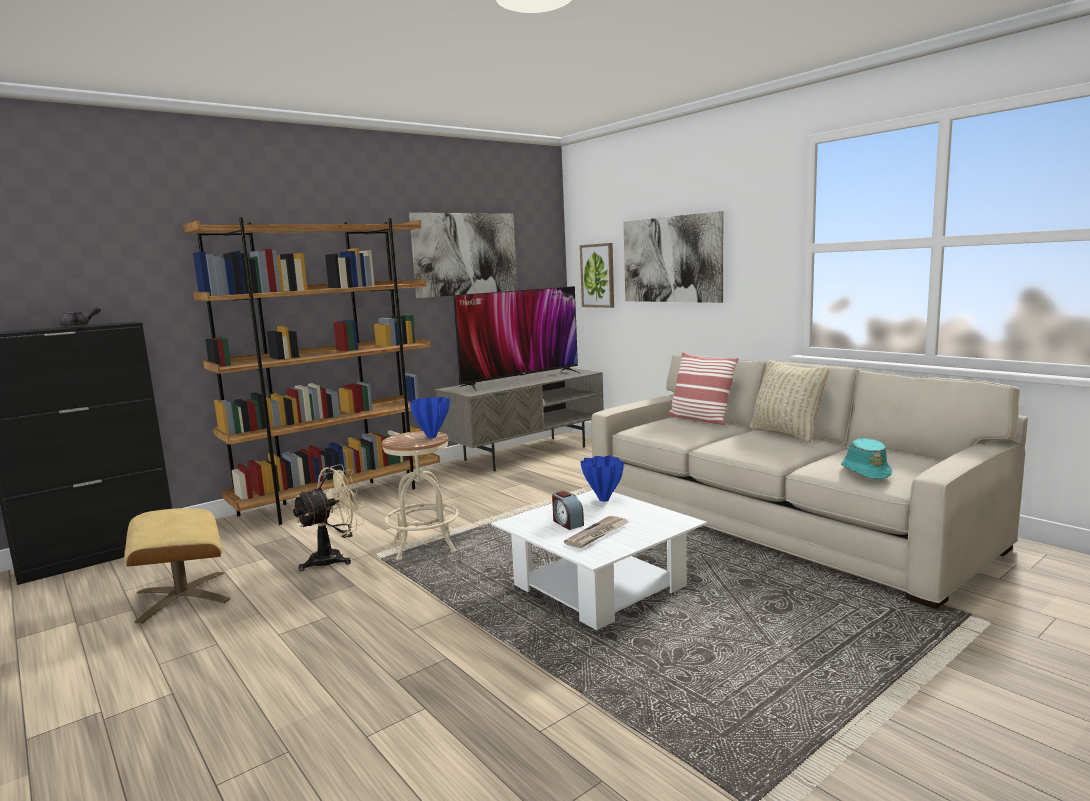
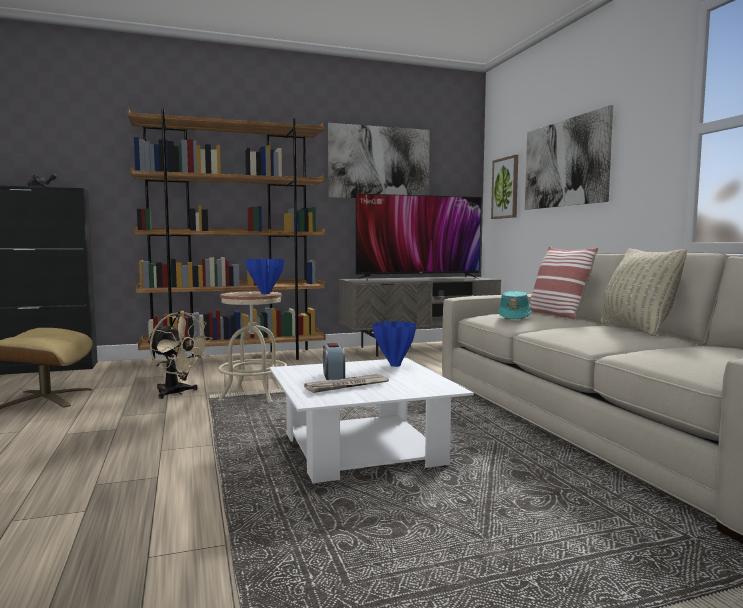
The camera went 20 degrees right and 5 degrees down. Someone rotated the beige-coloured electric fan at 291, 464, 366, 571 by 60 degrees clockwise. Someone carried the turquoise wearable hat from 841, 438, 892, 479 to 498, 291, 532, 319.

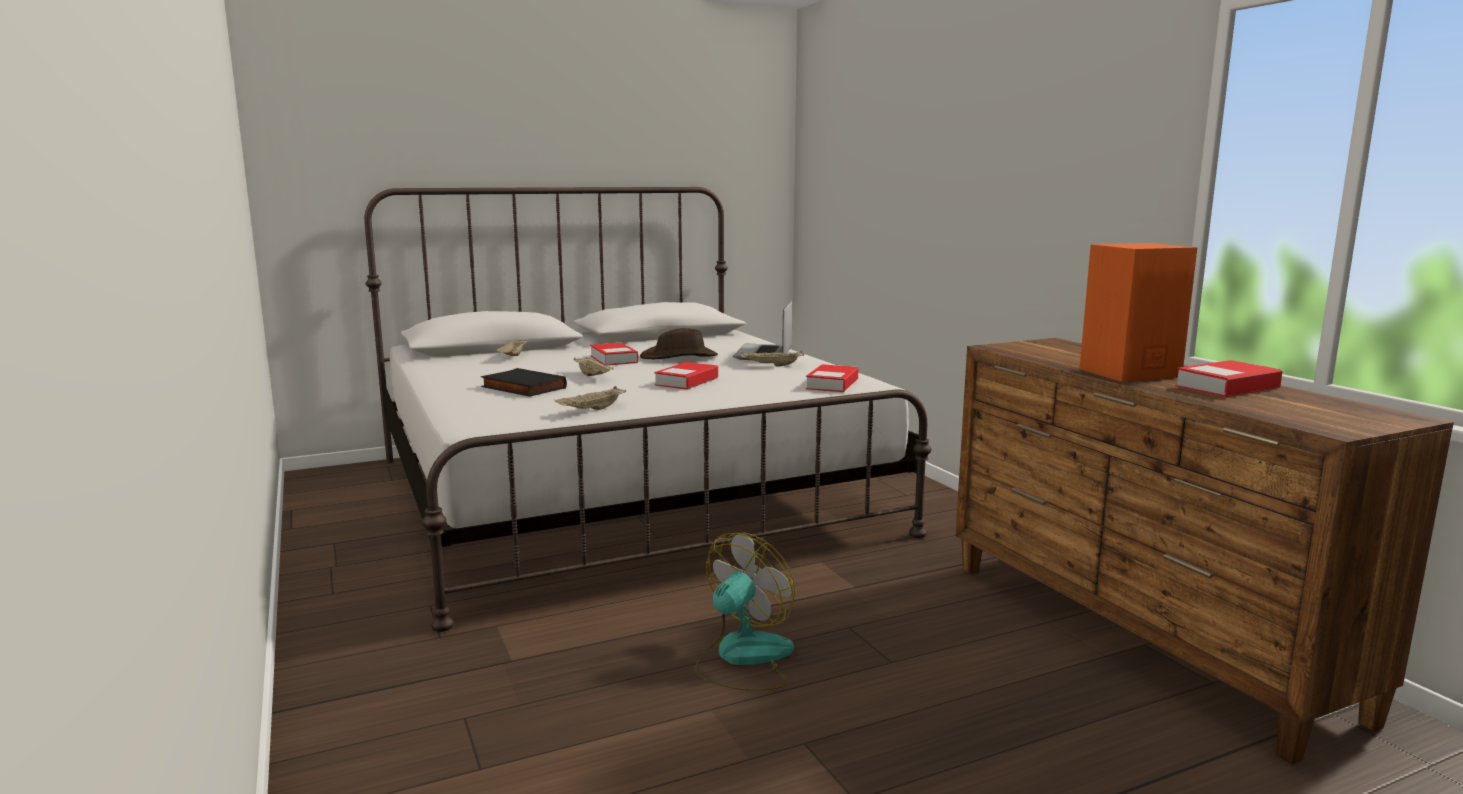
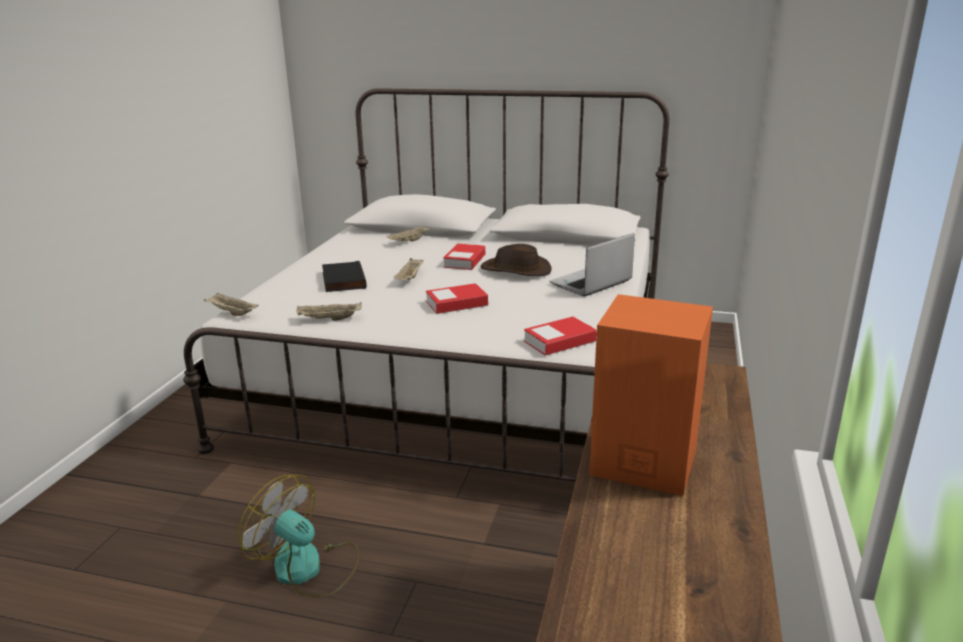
The camera went 40 degrees right and 10 degrees up. Someone carried the beige-coloured carrying tray from 741, 351, 804, 367 to 204, 293, 259, 316. Someone rotated the electric fan at 695, 533, 795, 690 by 135 degrees counterclockwise. Someone took away the volume at 1175, 360, 1283, 397.

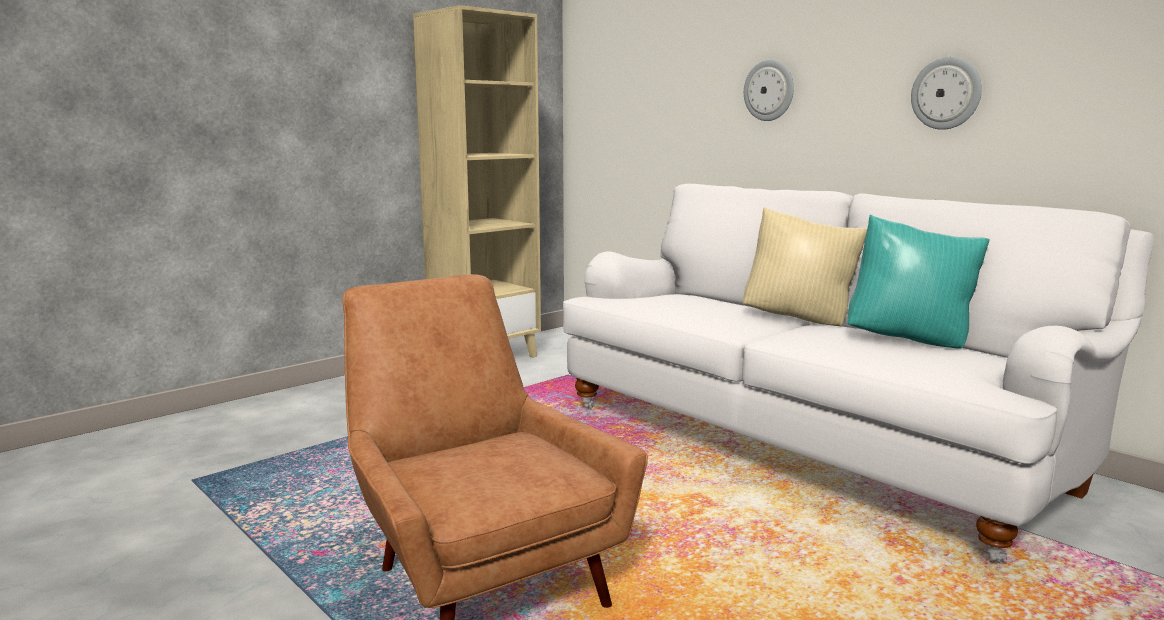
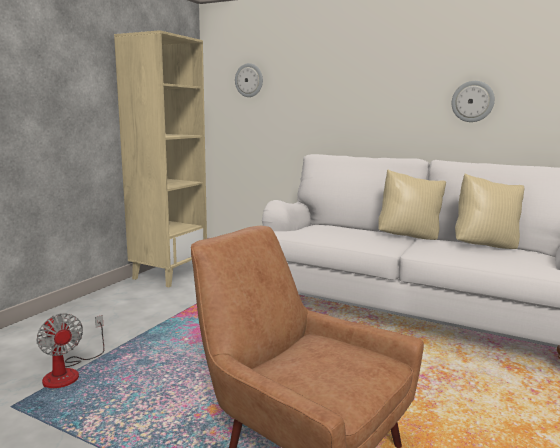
The camera went 20 degrees left and 0 degrees up. Someone put down the electric fan at 36, 314, 104, 388. Someone carried the hanging clock from 744, 60, 794, 121 to 235, 63, 263, 97. Someone repainted the turquoise pillow at 848, 215, 990, 349, which became the beige-coloured pillow at 455, 174, 524, 249.

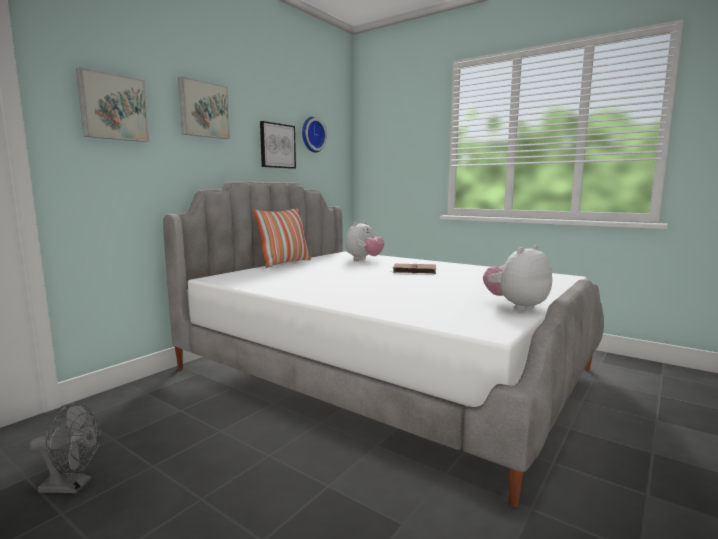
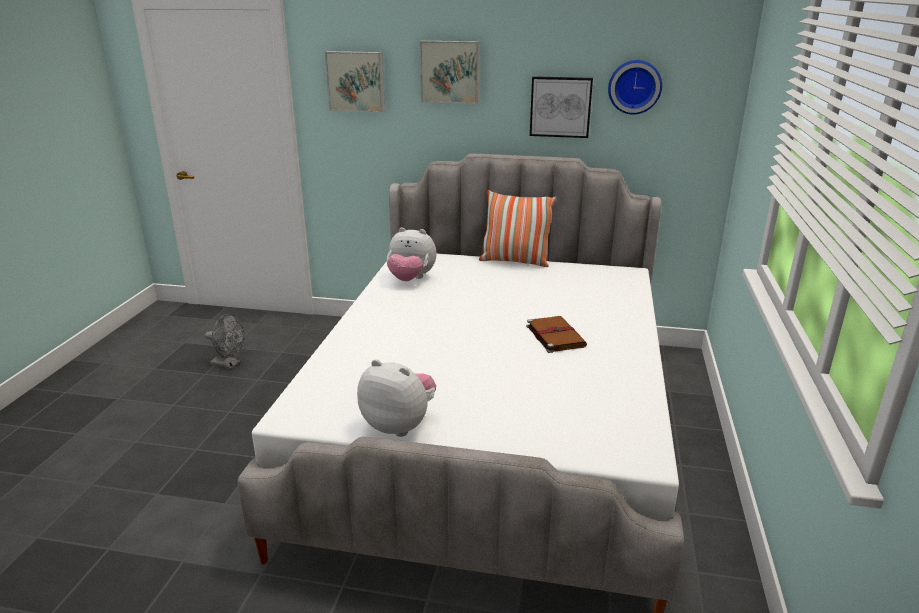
The camera went 65 degrees right and 15 degrees up. Someone rotated the gray electric fan at 29, 403, 101, 493 by 45 degrees counterclockwise. Someone carried the soft toy from 345, 222, 385, 260 to 387, 227, 437, 281.

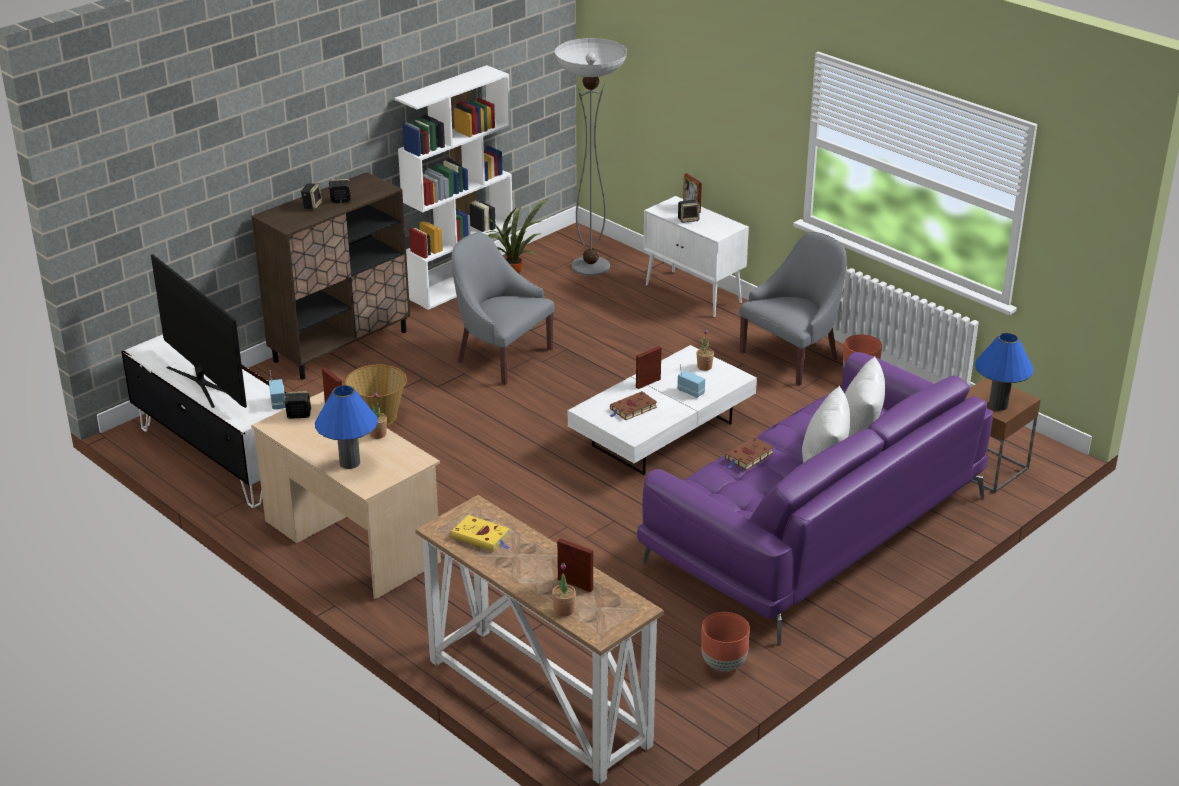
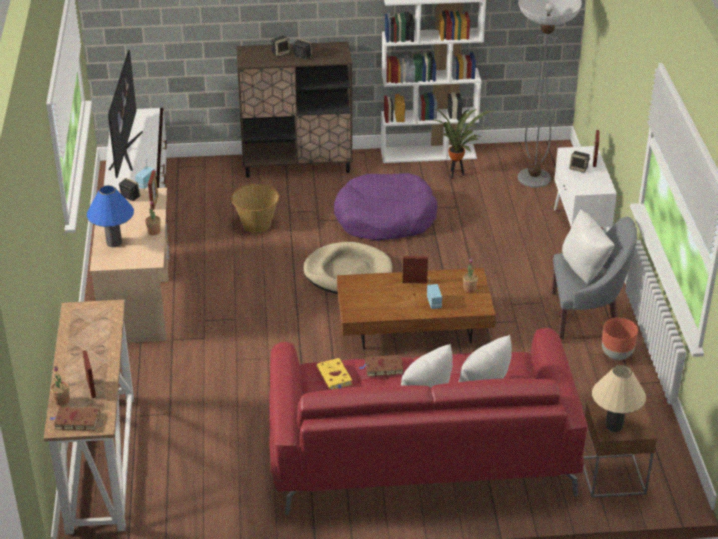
The camera went 40 degrees right and 5 degrees up. Someone carried the brown volume from 610, 391, 657, 420 to 50, 407, 100, 431. Someone repainted the purple sofa at 637, 352, 993, 645, which became the red sofa at 269, 328, 588, 515. Someone put down the beige-coloured dog cushion at 303, 242, 393, 294. Someone carried the yellow-coloured volume from 451, 515, 510, 551 to 317, 358, 352, 390. Someone swapped the gray armchair at 452, 232, 555, 385 for the purple dog cushion at 334, 173, 437, 241. Someone repainted the whitish coffee table at 568, 345, 757, 475, which became the brown coffee table at 337, 268, 496, 349. Someone put down the whitish pillow at 562, 209, 614, 284. Someone repainted the blue table lamp at 975, 333, 1034, 411, which became the beige-coloured table lamp at 592, 365, 646, 432. Someone took away the brown plant pot at 701, 612, 750, 671.

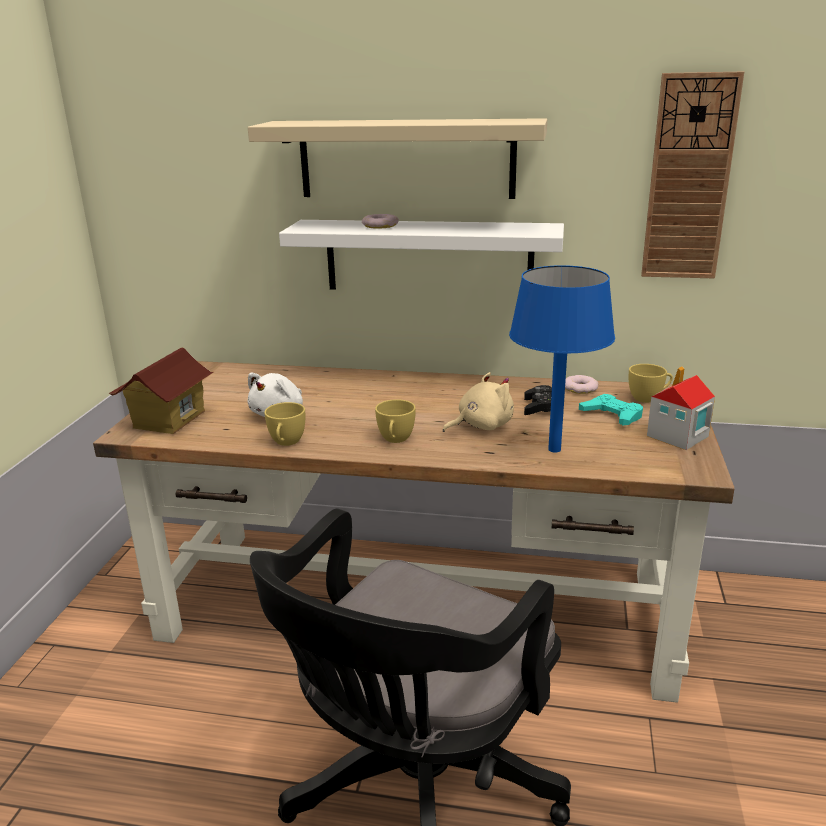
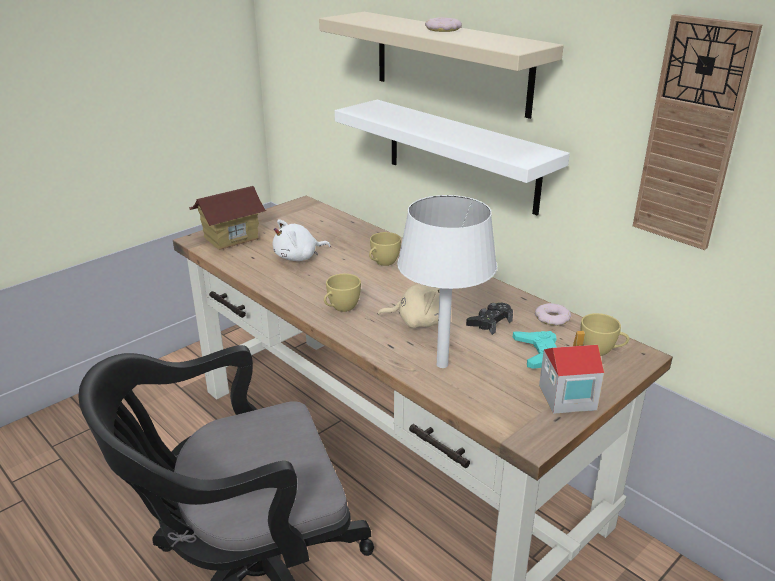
The camera went 35 degrees right and 5 degrees up. Someone carried the yellow-coloured drinking cup from 264, 402, 305, 446 to 369, 232, 401, 266. Someone repainted the blue table lamp at 509, 265, 615, 452, which became the whitish table lamp at 397, 195, 497, 368. Someone carried the ring doughnut from 362, 214, 399, 229 to 425, 17, 462, 32.

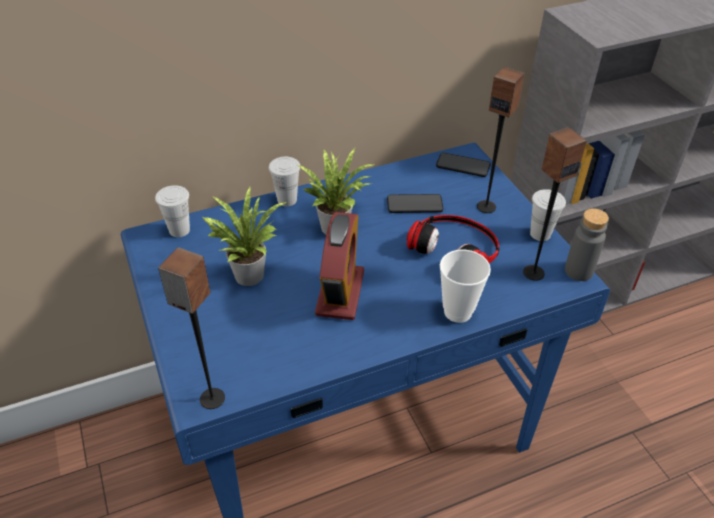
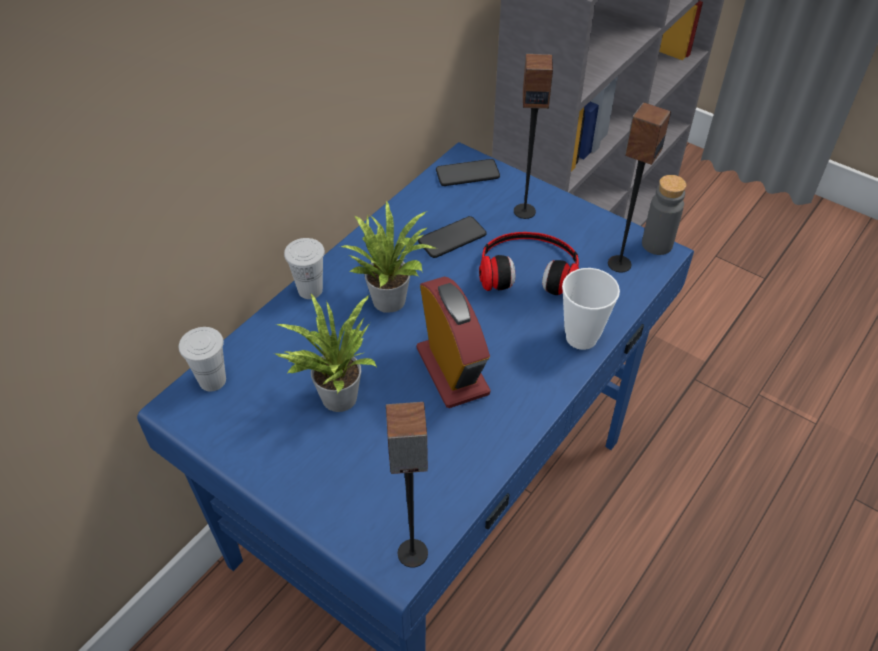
The camera went 30 degrees left and 5 degrees up. Someone took away the whitish drinking cup at 530, 189, 566, 241.

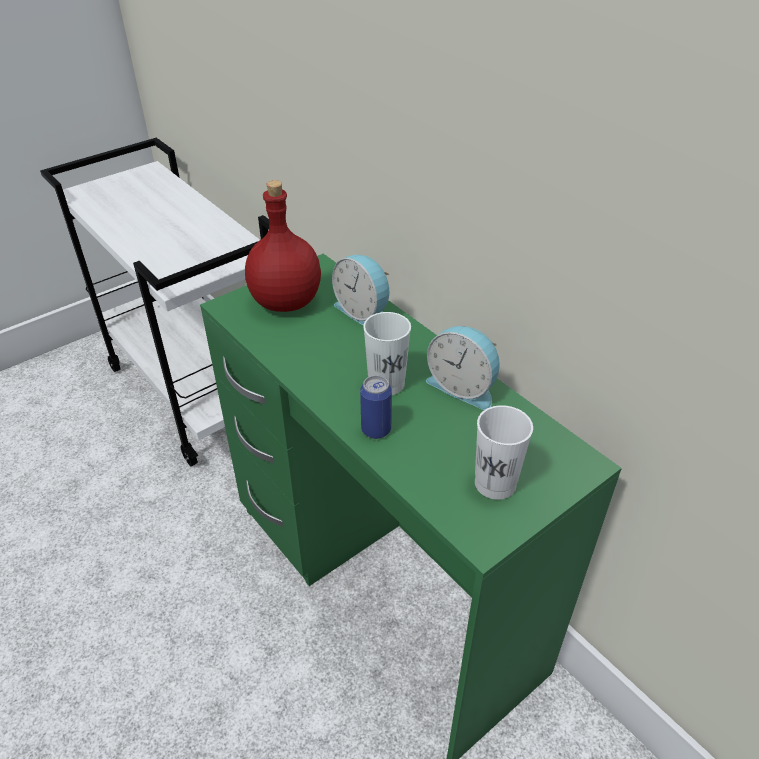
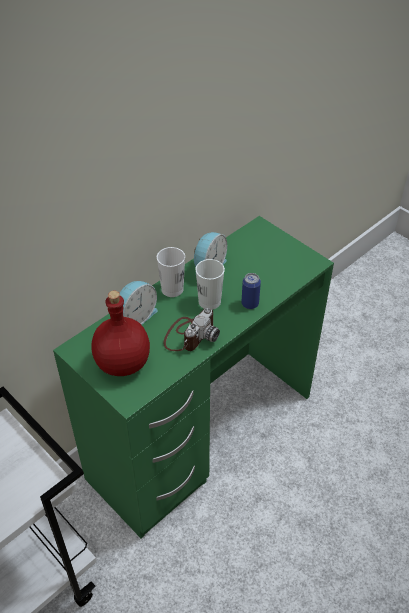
The camera went 95 degrees left and 5 degrees up. Someone carried the whitish drinking cup from 475, 405, 533, 500 to 157, 247, 185, 297. Someone put down the photo camera at 163, 308, 220, 351.

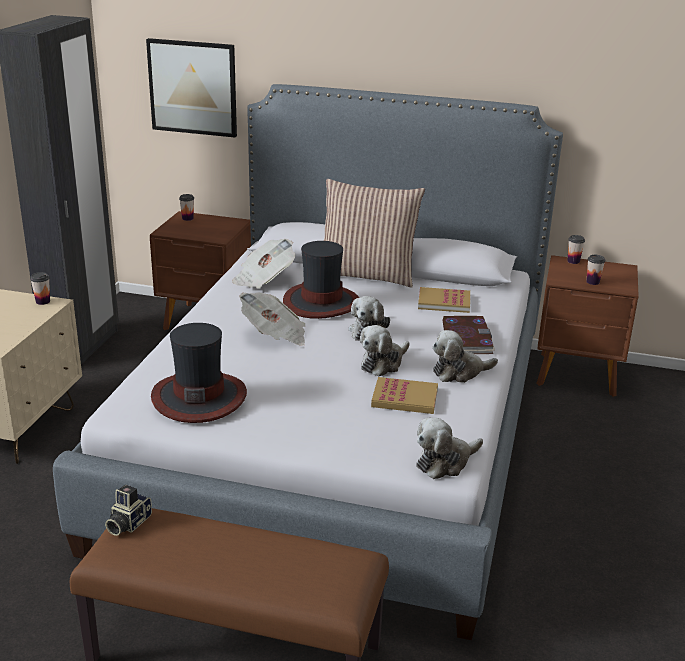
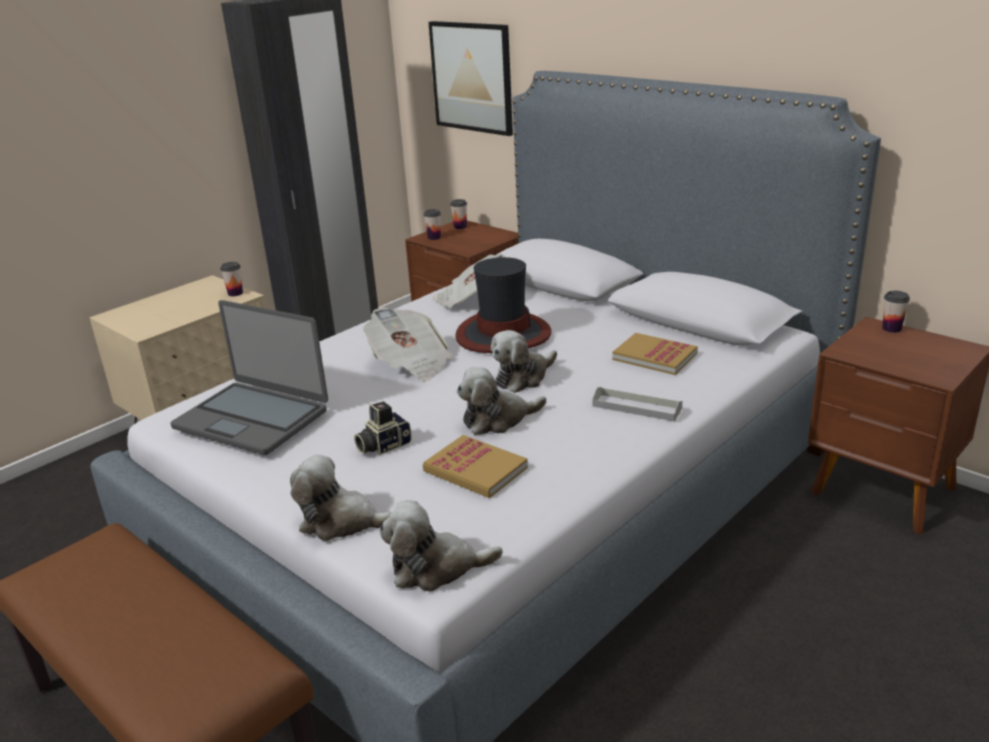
The camera went 30 degrees right and 0 degrees up. Someone swapped the wearable hat at 151, 323, 247, 423 for the portable computer at 170, 300, 328, 455. Someone carried the soft toy from 432, 330, 498, 383 to 290, 455, 392, 541. Someone carried the photo camera from 105, 485, 152, 536 to 354, 402, 411, 455. Someone carried the drinking cup from 586, 255, 605, 285 to 424, 209, 441, 240. Someone swapped the volume at 443, 316, 495, 354 for the gray carrying tray at 592, 387, 682, 421. Someone took away the pillow at 324, 179, 425, 287.

